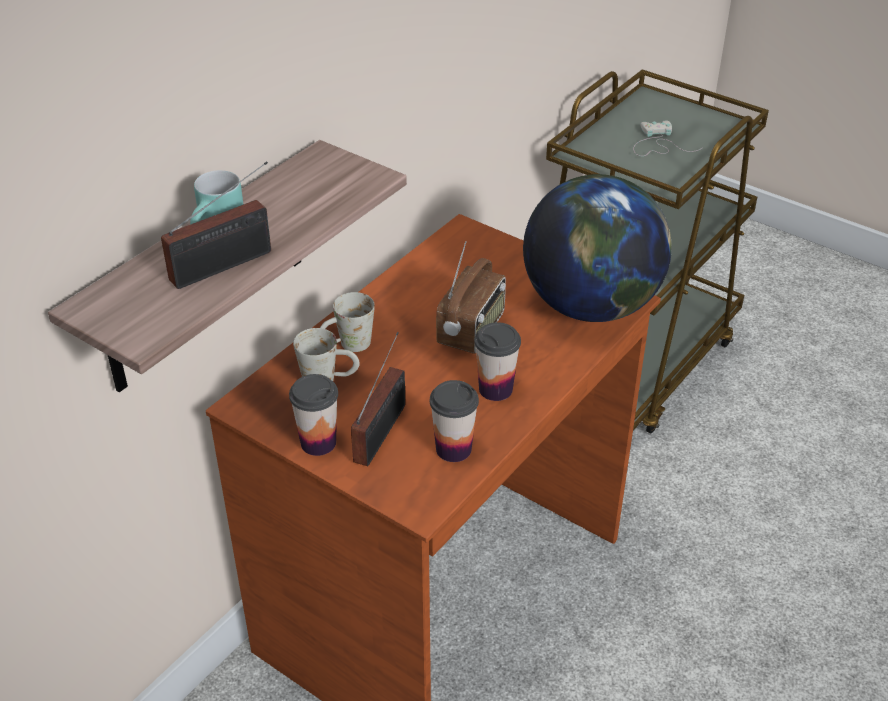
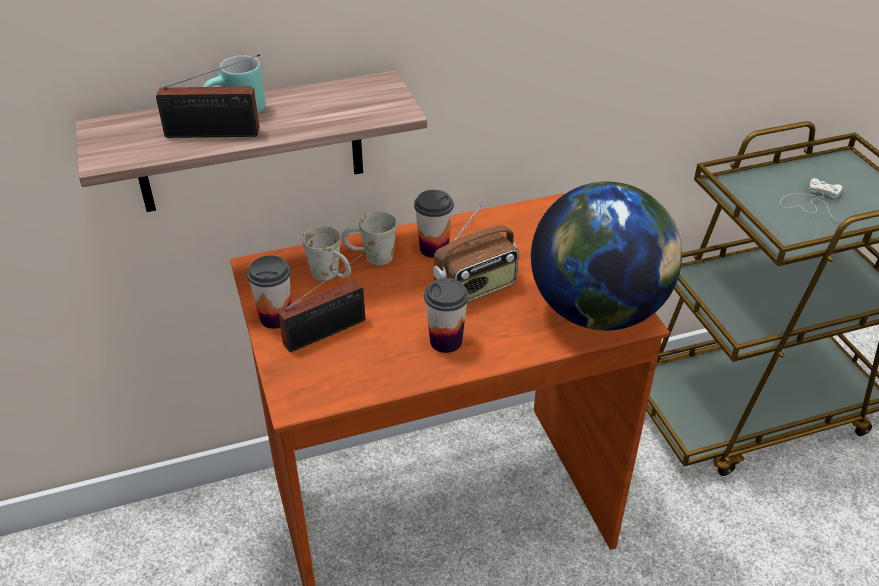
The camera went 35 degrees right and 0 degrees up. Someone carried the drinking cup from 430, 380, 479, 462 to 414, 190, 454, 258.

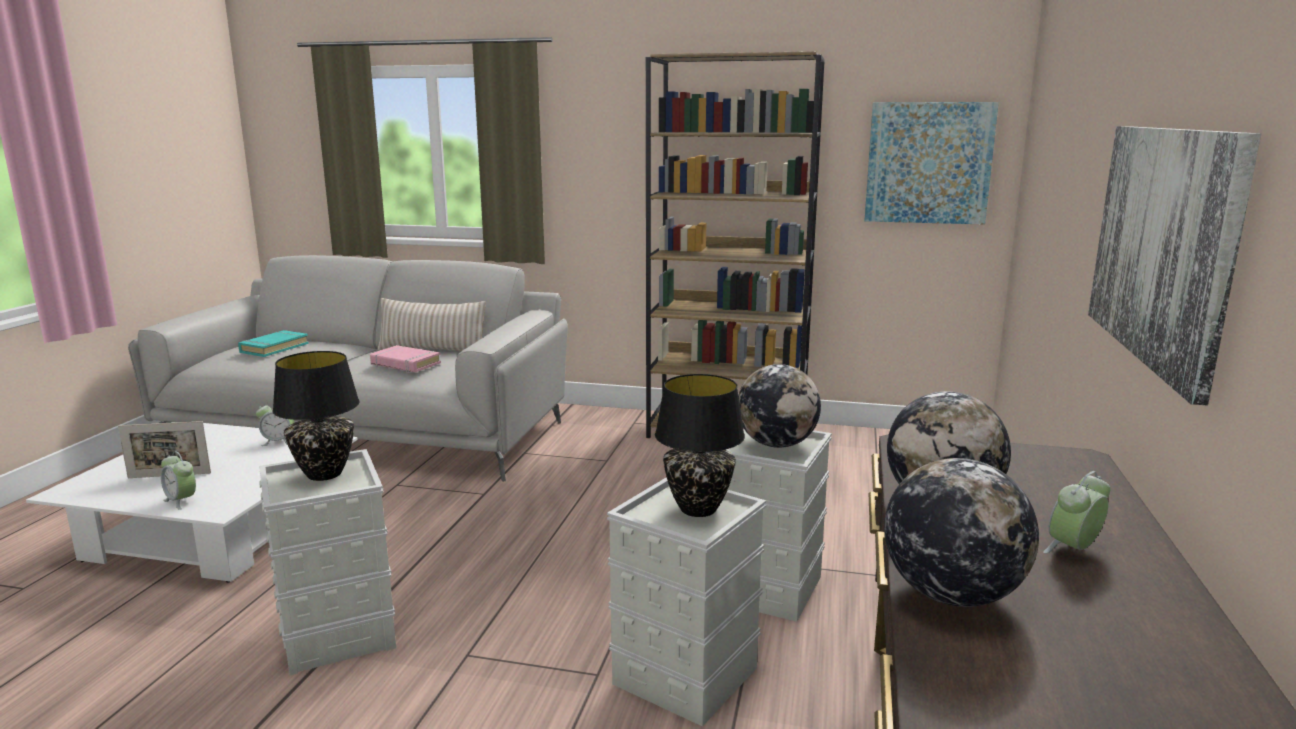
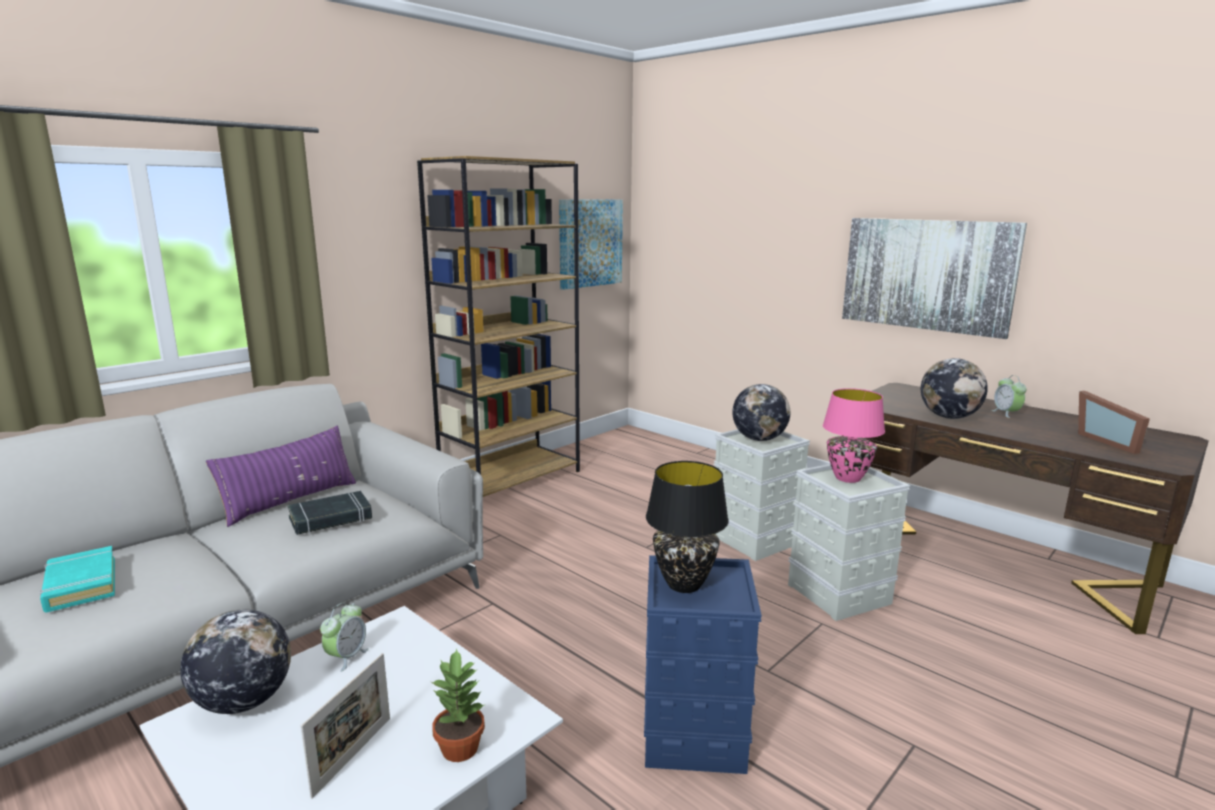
The camera went 60 degrees left and 0 degrees up. Someone carried the world globe from 884, 458, 1039, 607 to 180, 609, 291, 714. Someone repainted the beige-coloured pillow at 377, 298, 486, 350, which became the purple pillow at 206, 426, 356, 527. Someone repainted the pink-coloured volume at 370, 345, 441, 372, which became the black volume at 287, 491, 372, 535. Someone swapped the bedside clock at 161, 451, 196, 510 for the plant in a pot at 431, 649, 486, 762. Someone repainted the gray storage container at 259, 449, 396, 675, which became the blue storage container at 644, 555, 762, 774. Someone repainted the black table lamp at 655, 374, 745, 517, which became the pink-coloured table lamp at 823, 388, 885, 483. Someone put down the picture frame at 1078, 391, 1150, 454.

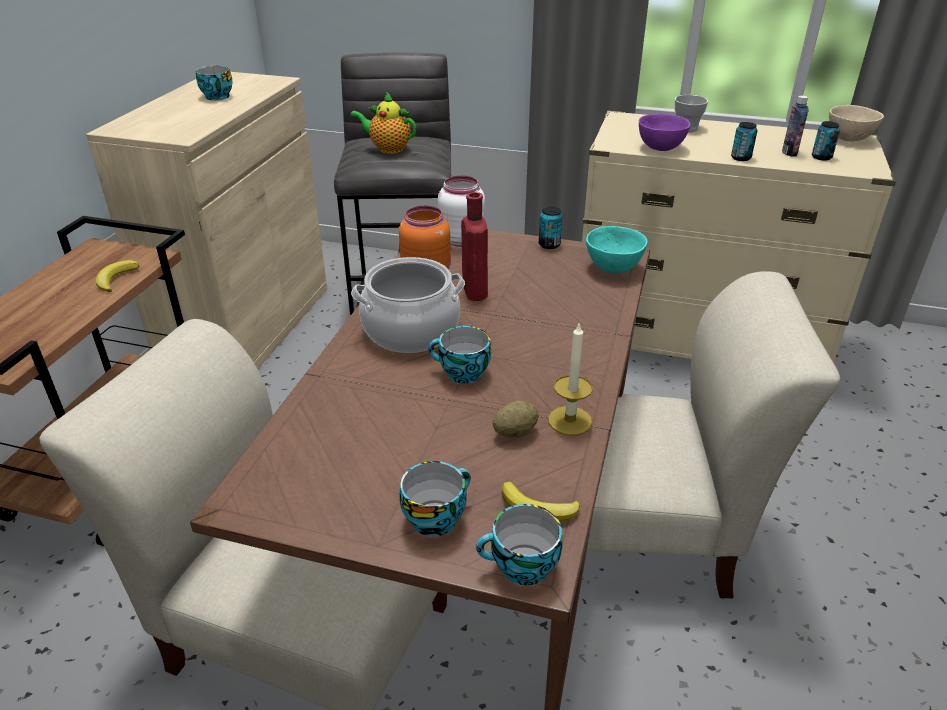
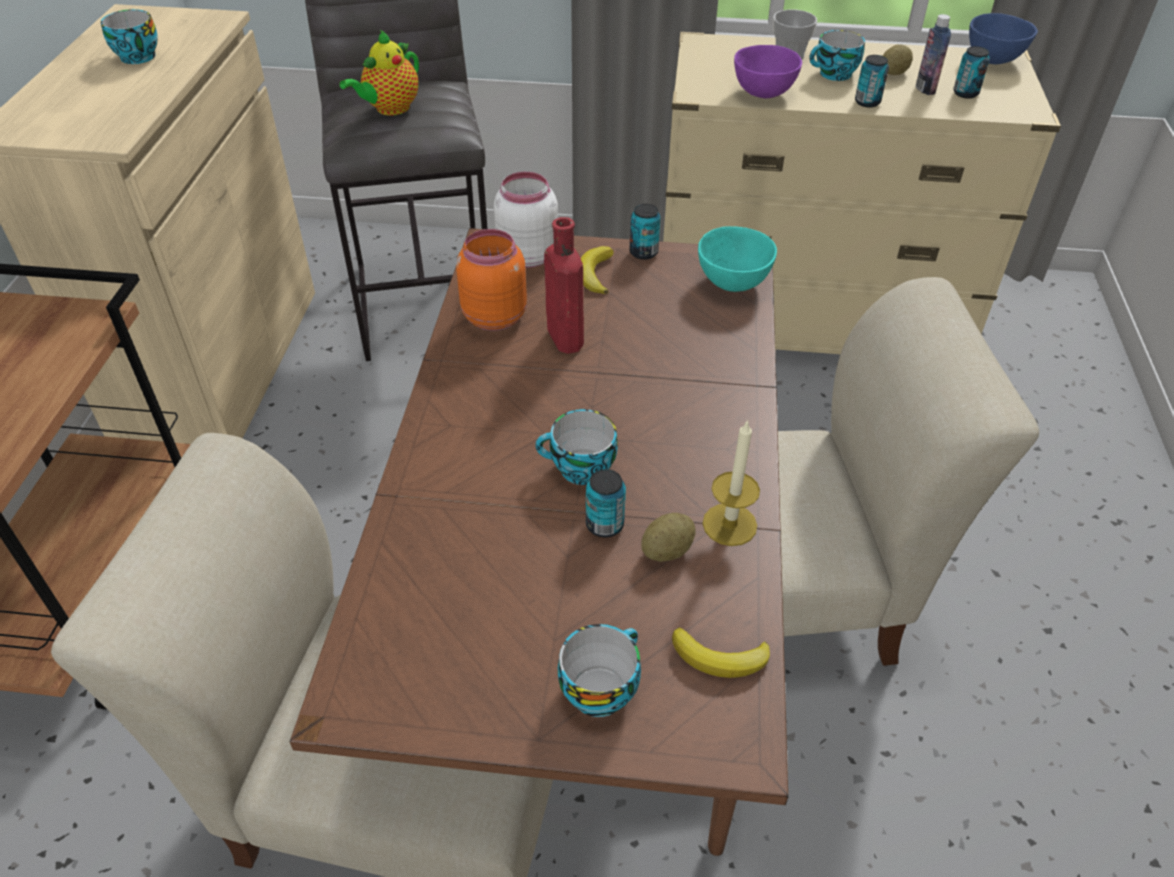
The camera went 10 degrees left and 10 degrees up. Someone rotated the pot for tea at 350, 92, 416, 154 by 60 degrees counterclockwise. Someone carried the banana from 96, 260, 139, 292 to 581, 246, 614, 294. Someone put down the metal can at 586, 469, 626, 537. Someone carried the drinking cup from 476, 504, 562, 585 to 809, 30, 865, 81. Someone put down the spud at 883, 44, 913, 75. Someone repainted the beige-coloured bowl at 829, 105, 884, 141, which became the blue bowl at 969, 13, 1038, 65. Someone took away the stockpot at 351, 257, 465, 353.

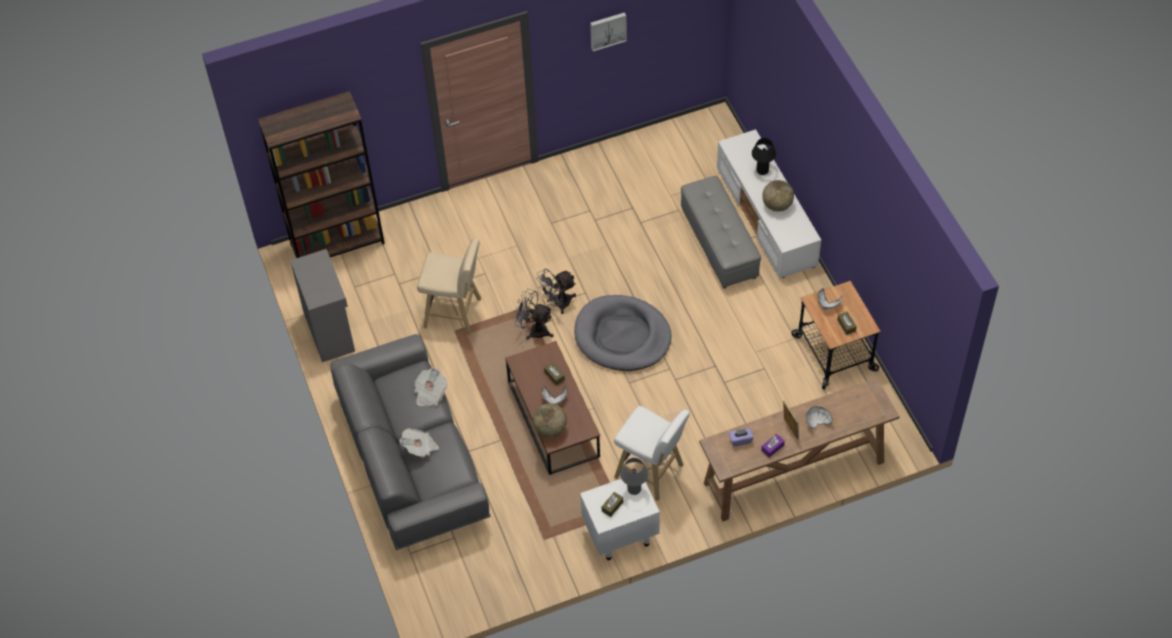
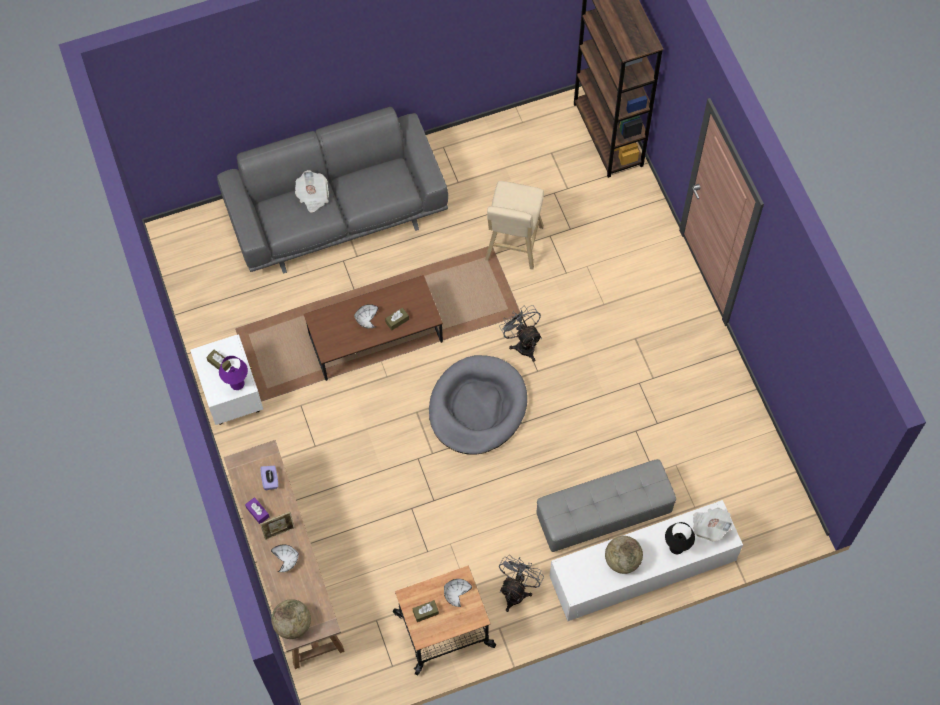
The camera went 90 degrees right and 10 degrees up. Someone repainted the gray table lamp at 620, 458, 648, 495, which became the purple table lamp at 219, 356, 248, 390. Someone carried the world globe from 533, 403, 567, 437 to 271, 599, 311, 639. Someone carried the gray electric fan from 513, 289, 553, 339 to 499, 555, 544, 612. Someone carried the newspaper from 414, 368, 447, 406 to 693, 508, 732, 541. Someone took away the gray storage cabinet at 290, 249, 355, 362. Someone took away the wall art at 590, 12, 627, 51. Someone took away the whitish stool at 614, 406, 690, 501.

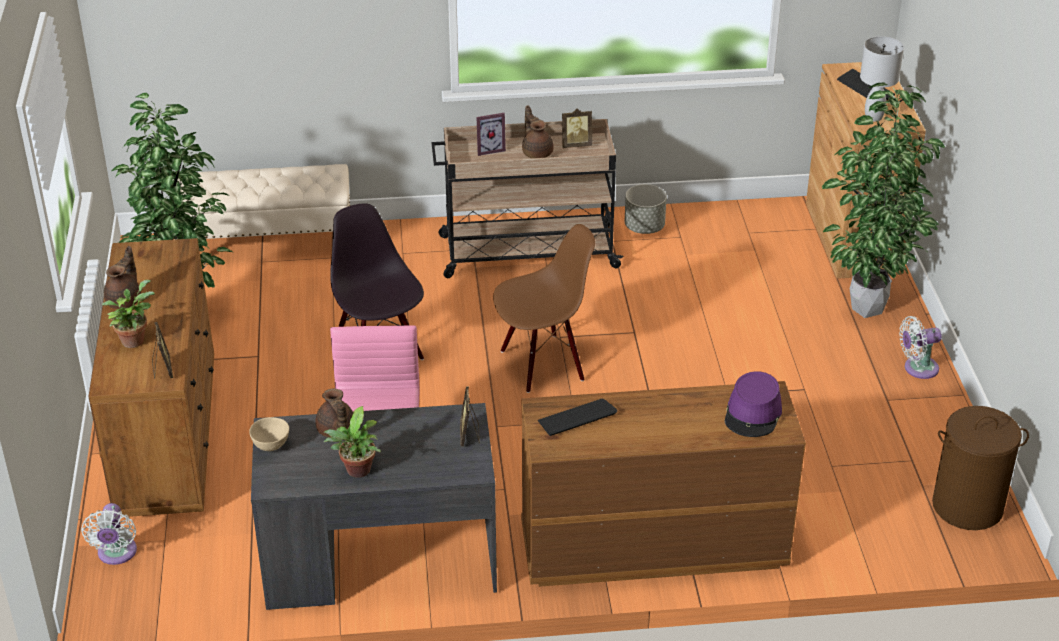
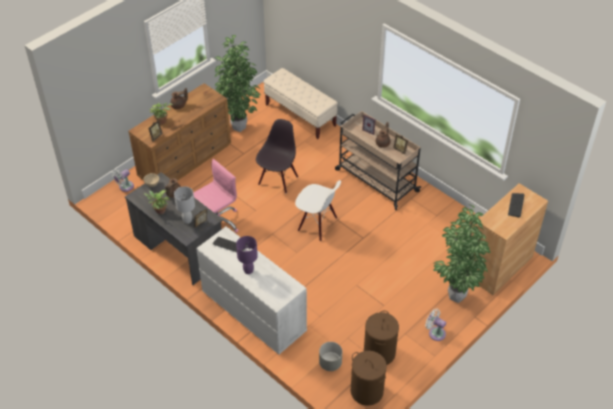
The camera went 50 degrees right and 10 degrees up. Someone carried the whitish table lamp from 860, 36, 904, 122 to 174, 186, 195, 224. Someone repainted the brown drawer chest at 521, 381, 806, 587, which became the whitish drawer chest at 196, 226, 307, 354. Someone put down the purple table lamp at 236, 236, 258, 274. Someone repainted the brown chair at 493, 224, 595, 393, which became the whitish chair at 295, 180, 341, 241. Someone carried the gray plant pot from 625, 184, 667, 234 to 319, 342, 342, 371. Someone put down the brown washing basket at 364, 311, 399, 365. Someone took away the purple wearable hat at 725, 371, 782, 437.

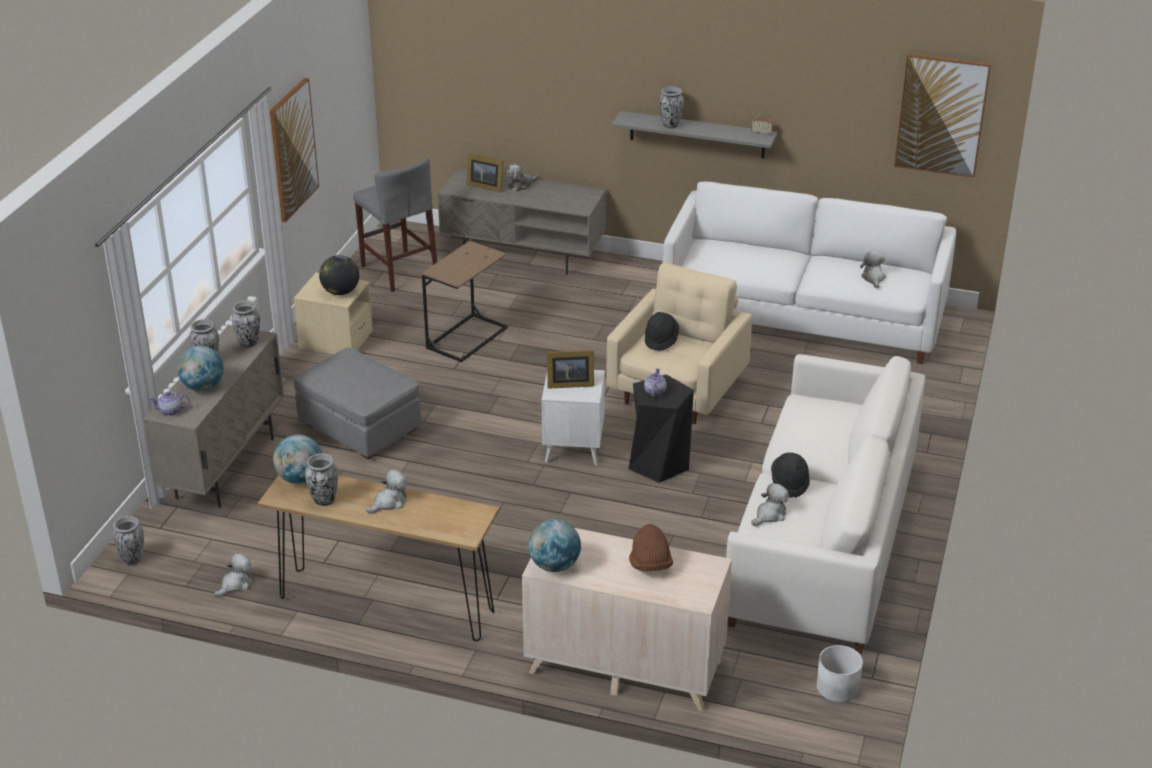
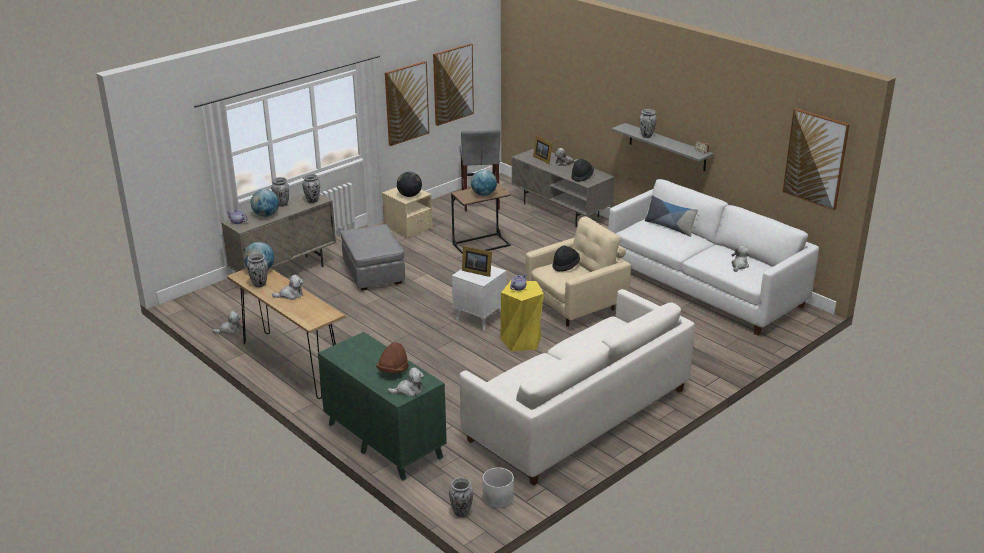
The camera went 30 degrees right and 5 degrees down. Someone repainted the beige-coloured drawer chest at 522, 528, 732, 711, which became the green-coloured drawer chest at 318, 332, 447, 481. Someone carried the soft toy from 751, 483, 789, 526 to 388, 367, 424, 397. Someone put up the wall art at 433, 43, 474, 126. Someone carried the decorative vase from 113, 516, 144, 565 to 449, 477, 473, 517. Someone carried the world globe from 528, 519, 581, 572 to 471, 170, 497, 196. Someone repainted the black stool at 629, 374, 694, 483, which became the yellow-coloured stool at 501, 281, 544, 351. Someone carried the black wearable hat from 771, 452, 810, 498 to 571, 159, 594, 182. Someone put down the pillow at 645, 195, 698, 237.

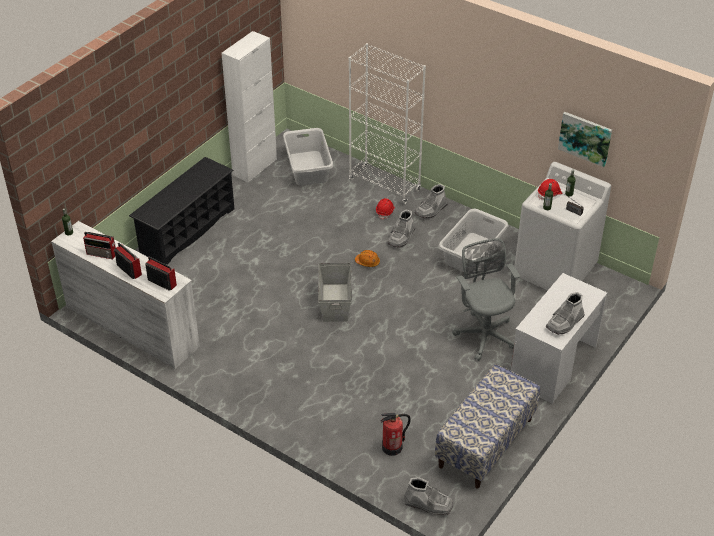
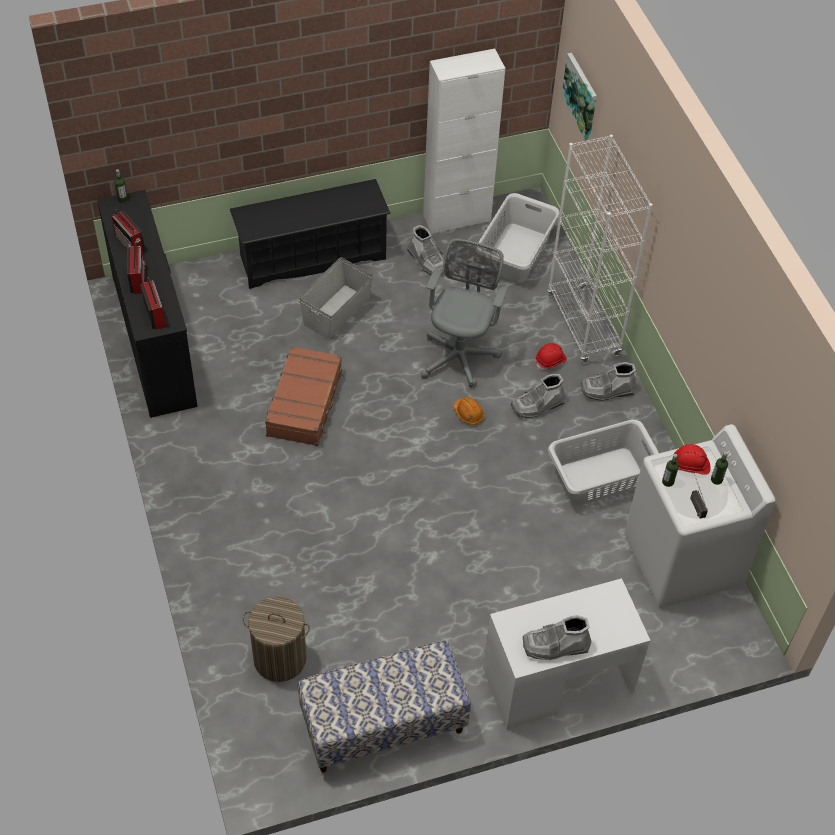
The camera went 35 degrees right and 10 degrees up. Someone repainted the whitish drawer chest at 51, 221, 200, 369, which became the black drawer chest at 97, 190, 198, 418. Someone swapped the extinguisher at 381, 413, 411, 456 for the washing basket at 242, 597, 310, 682. Someone put down the brown piece of luggage at 265, 346, 344, 446. Someone carried the gray storage container from 318, 263, 352, 322 to 299, 257, 373, 339. Someone carried the gray boot from 404, 477, 453, 515 to 407, 225, 444, 275. Someone carried the gray desk chair from 452, 238, 521, 361 to 420, 239, 508, 388. Someone carried the wall art from 558, 112, 612, 167 to 561, 53, 597, 141.

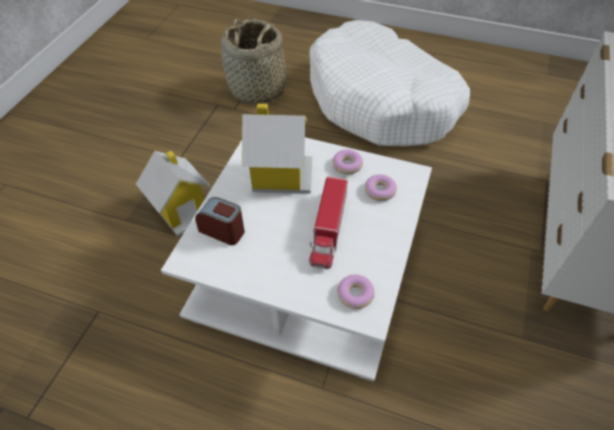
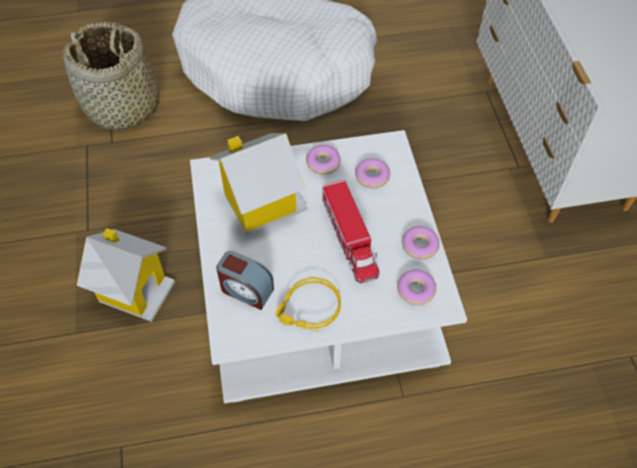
The camera went 30 degrees left and 5 degrees up. Someone rotated the bedside clock at 195, 197, 245, 245 by 150 degrees counterclockwise. Someone put down the yellow-coloured headset at 275, 277, 341, 332. Someone put down the ring doughnut at 402, 226, 440, 260.

